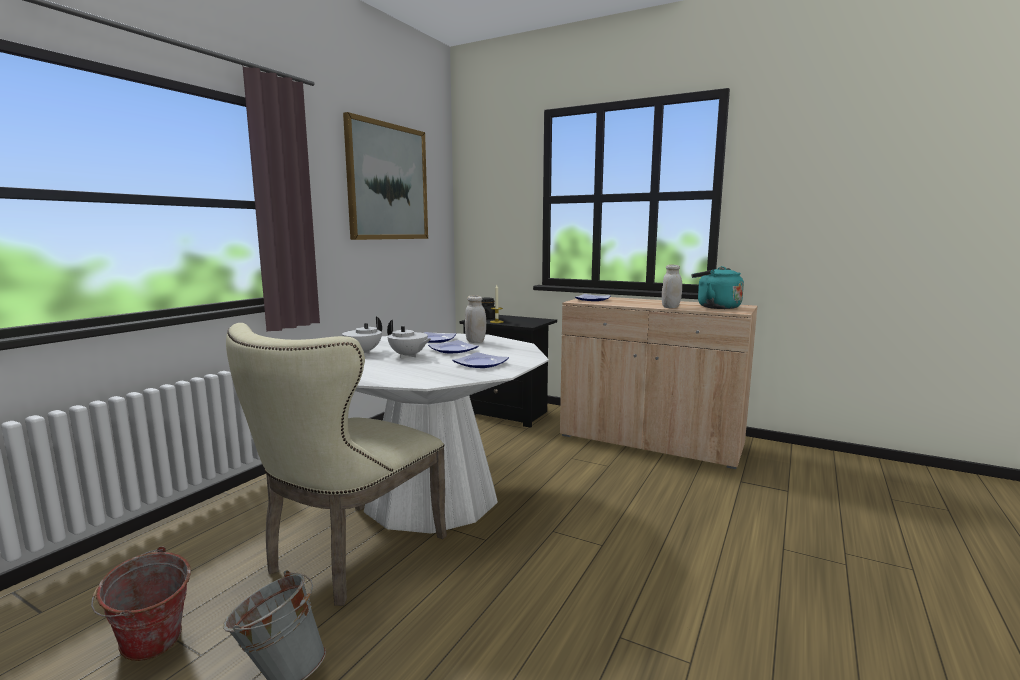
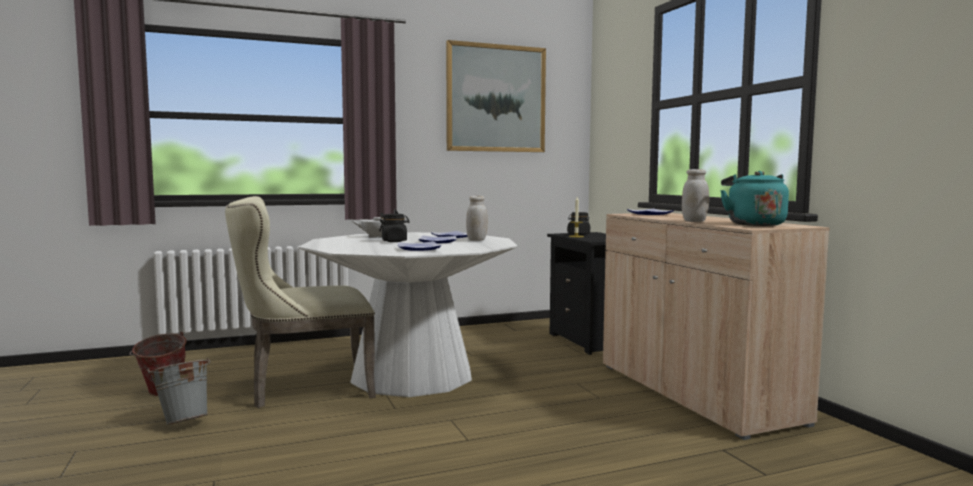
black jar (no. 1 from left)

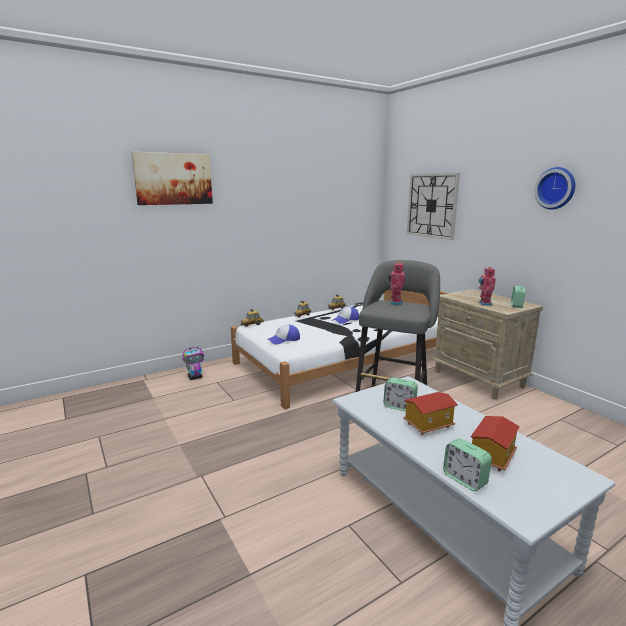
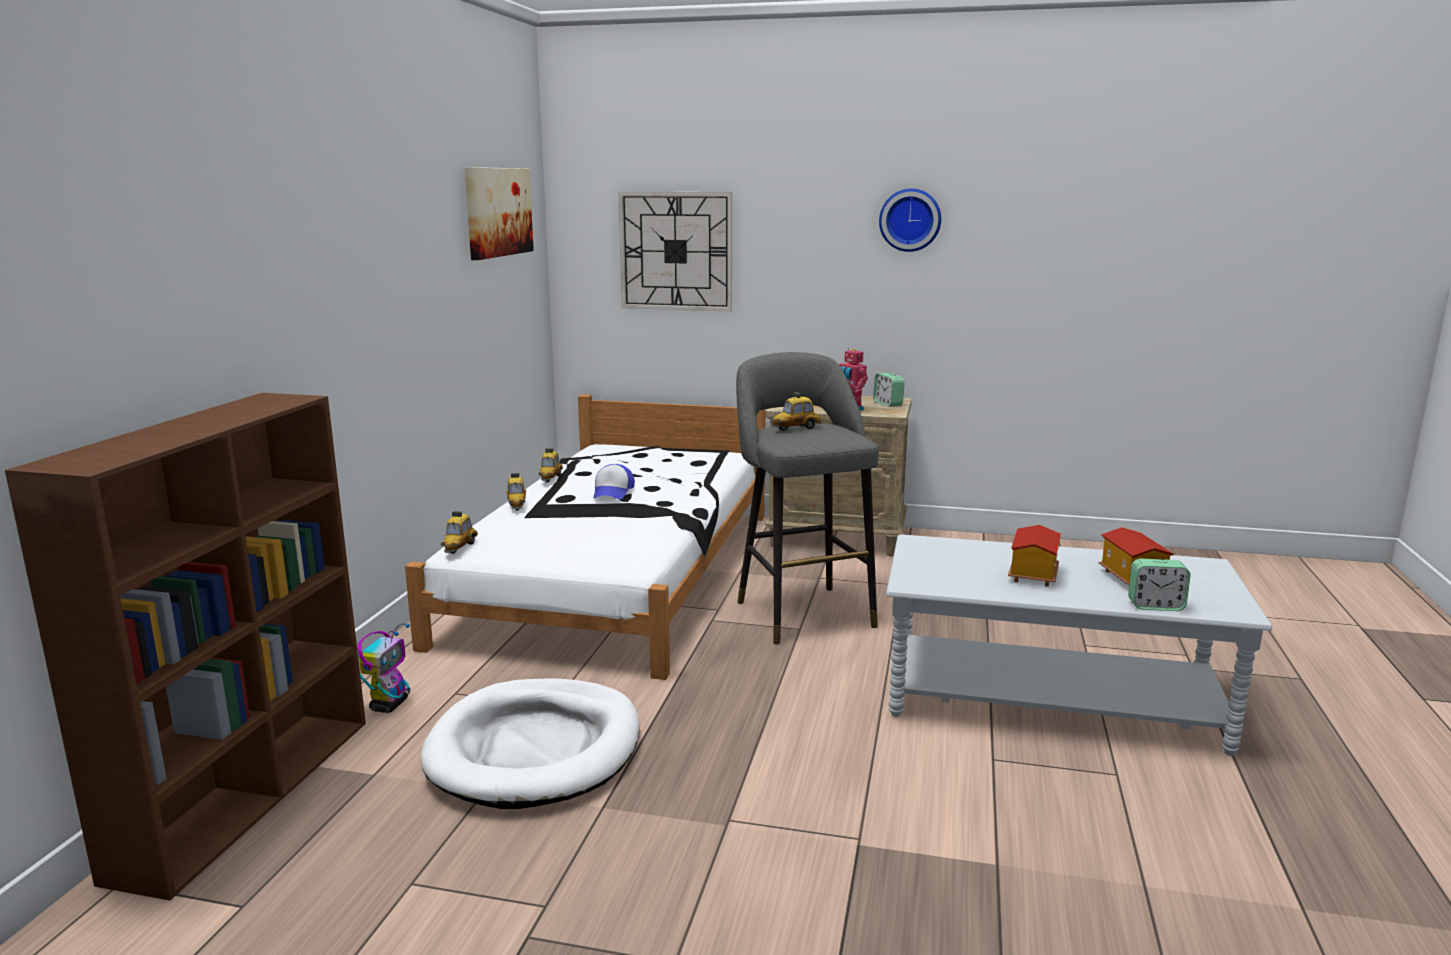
brownish bookshelf; white-coloured dog bed; picture; miniature car (no. 4 from left); cap (no. 1 from left in the first image); bedside clock (no. 1 from left in the first image)

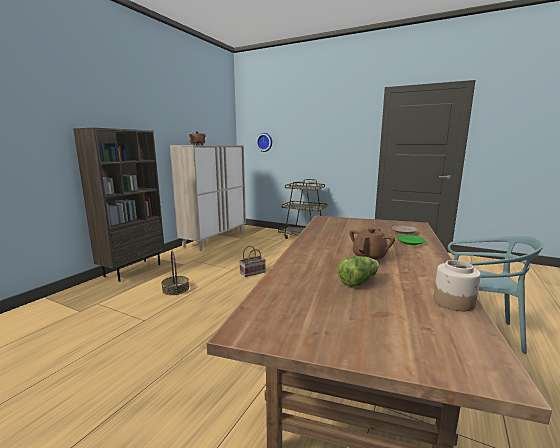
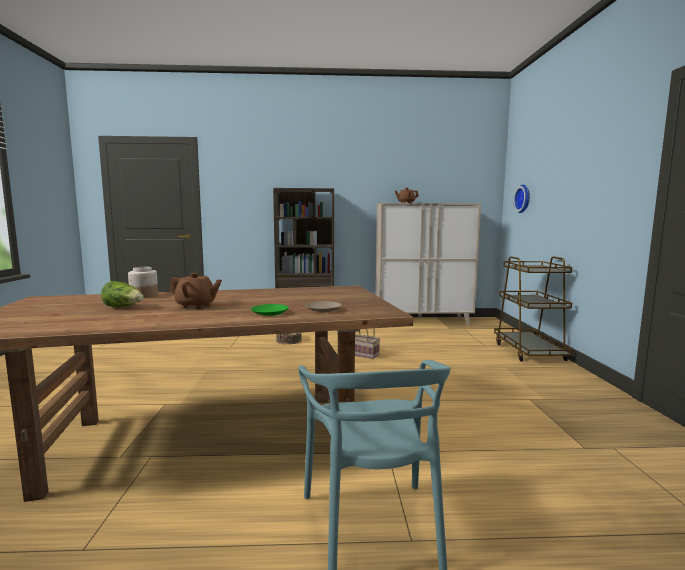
jar

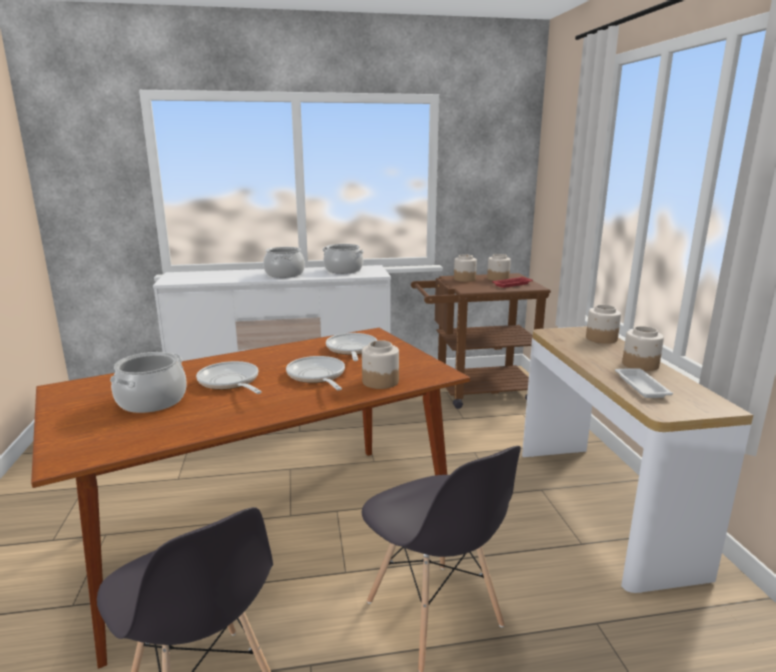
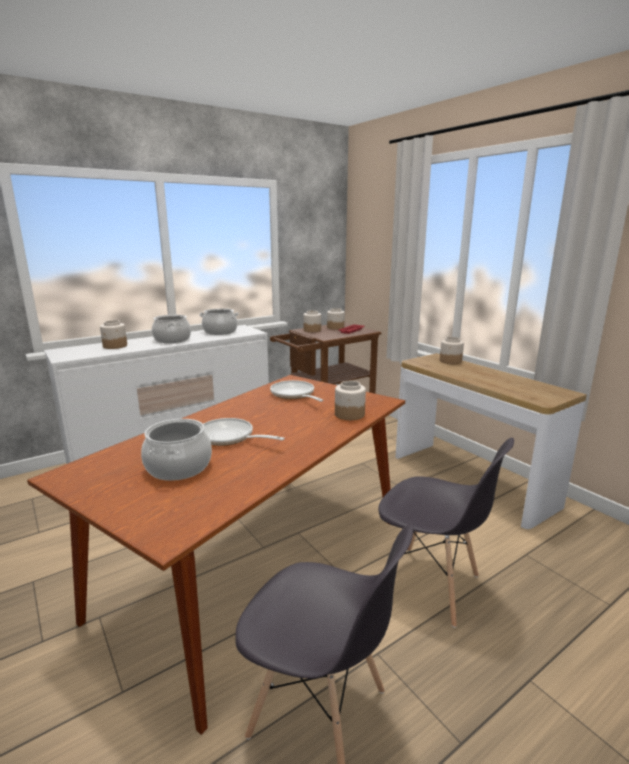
jar (no. 1 from left); pan (no. 2 from left in the first image); white-coloured carrying tray

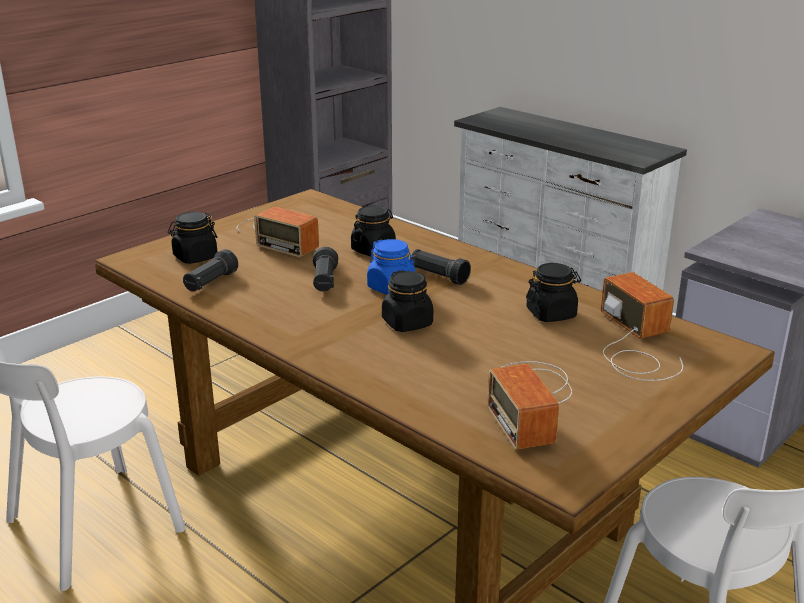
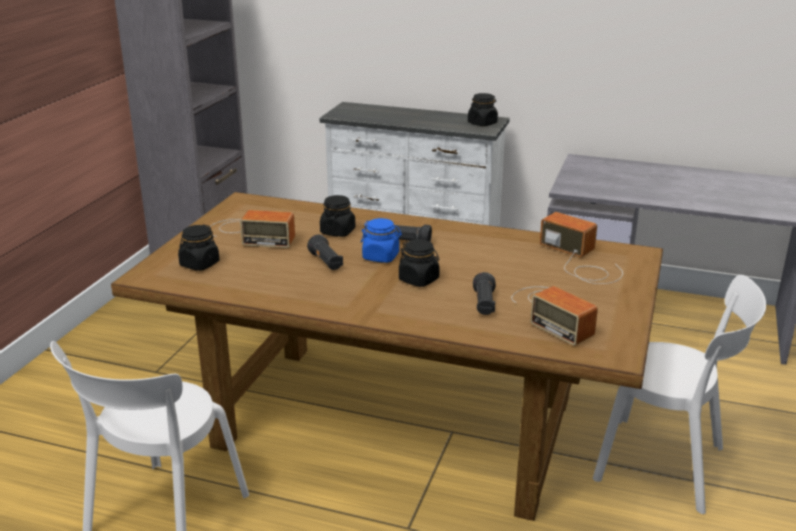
black jar (no. 4 from left); black torch (no. 3 from left)

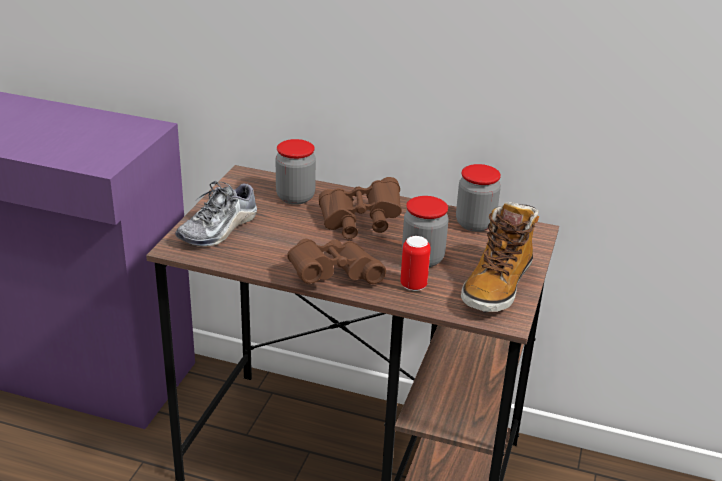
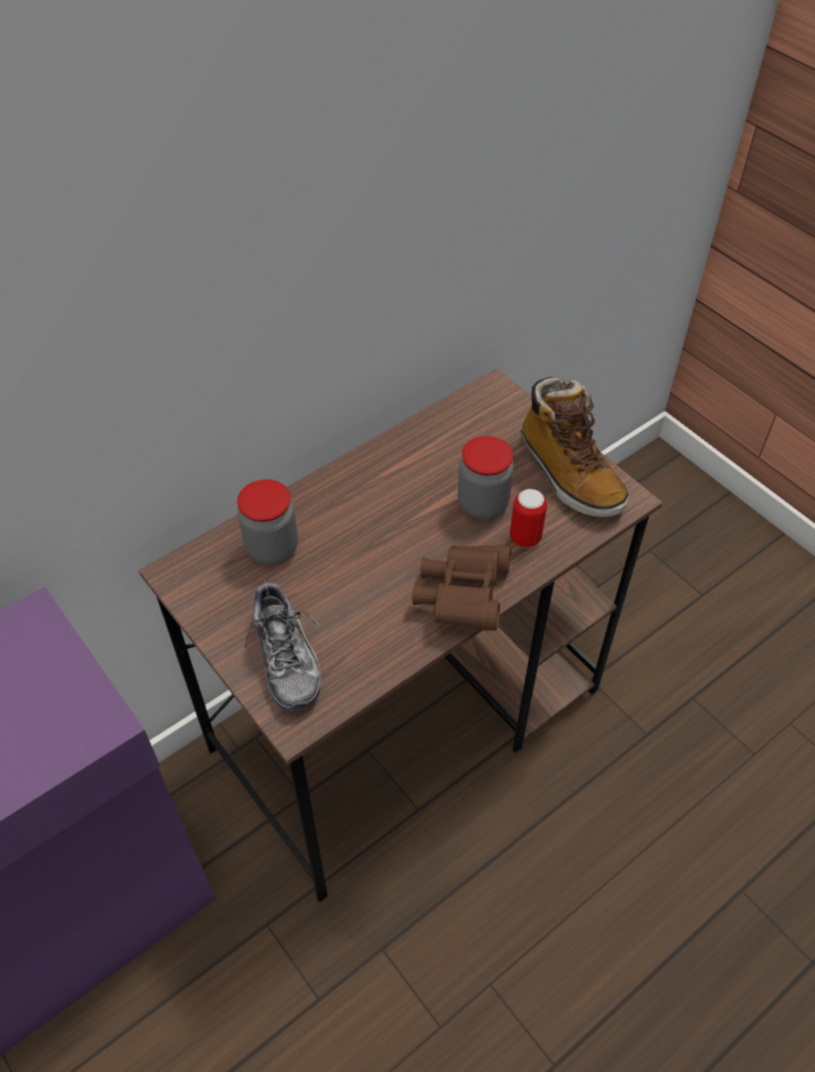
brownish pair of binoculars (no. 2 from left in the first image); jar (no. 3 from left in the first image)

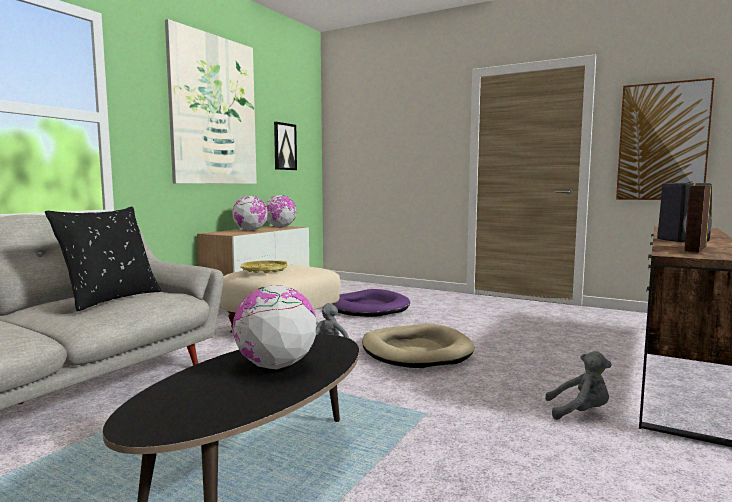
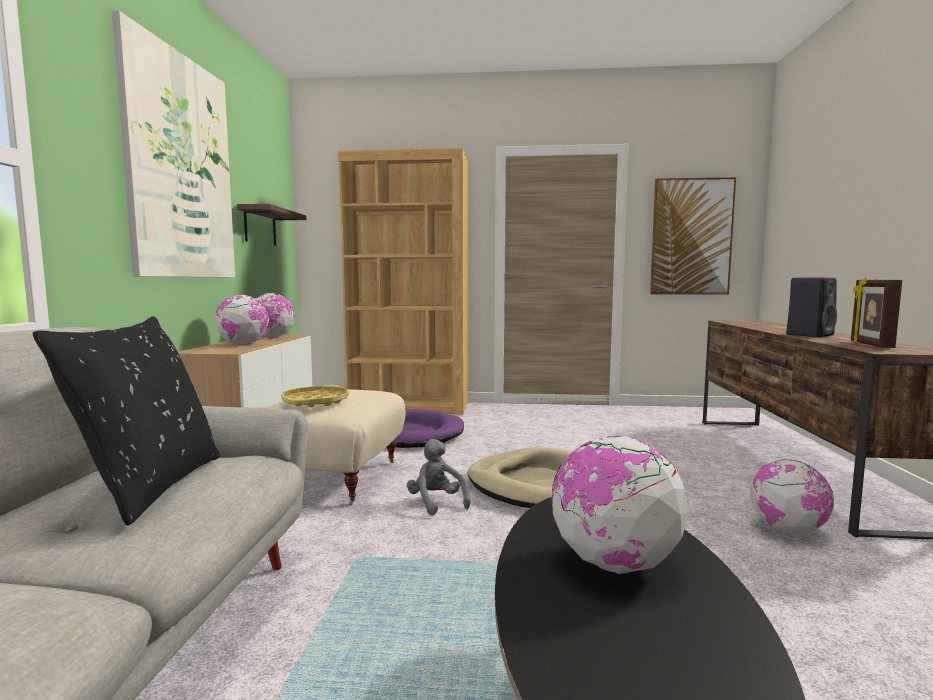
bracket shelf; brownish bookshelf; world globe (no. 4 from left)

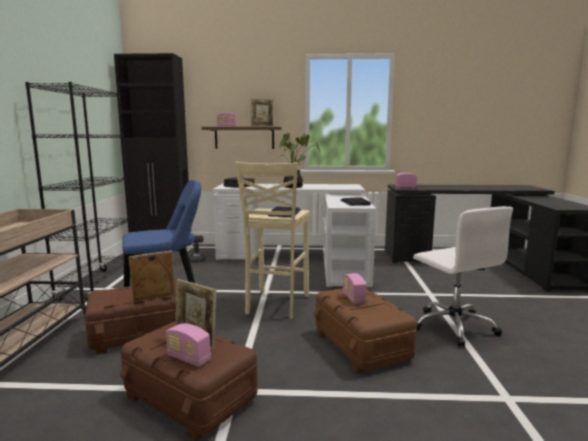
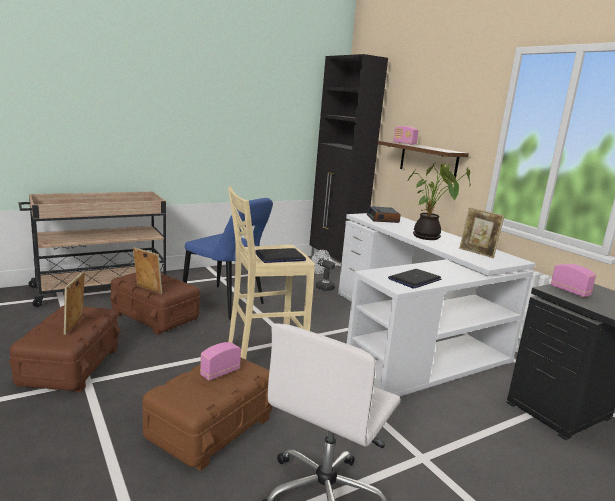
picture frame (no. 3 from left); black bookshelf; radio set (no. 1 from left in the first image)

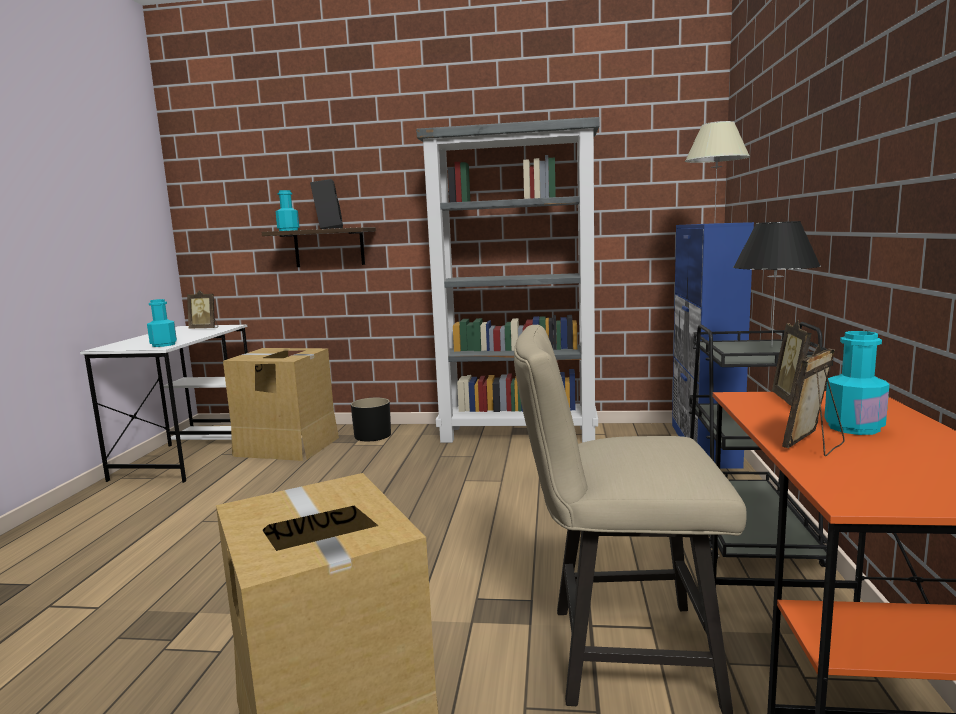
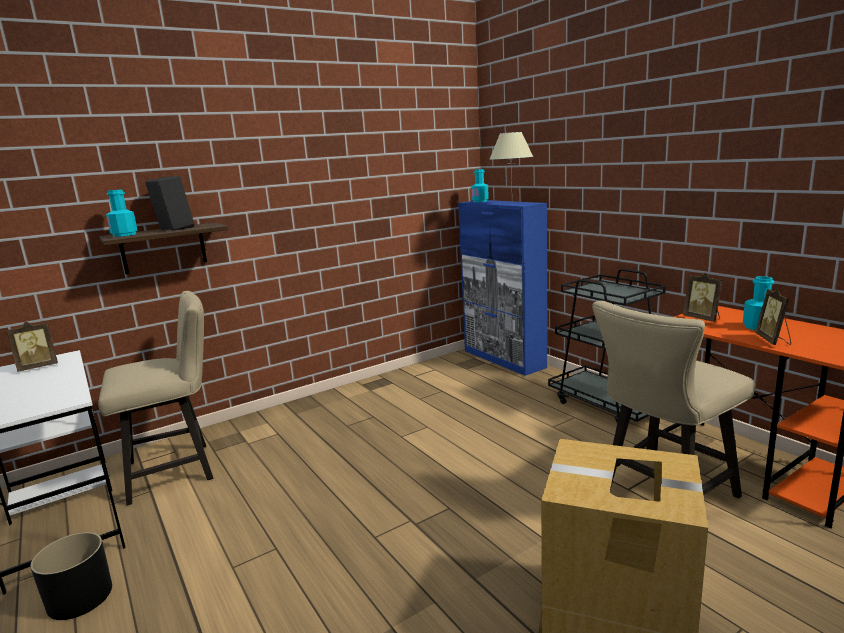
black plant pot; beige-coloured plain chair (no. 1 from left); turquoise drink bottle (no. 2 from left); greyish bookshelf; black tabletop lamp

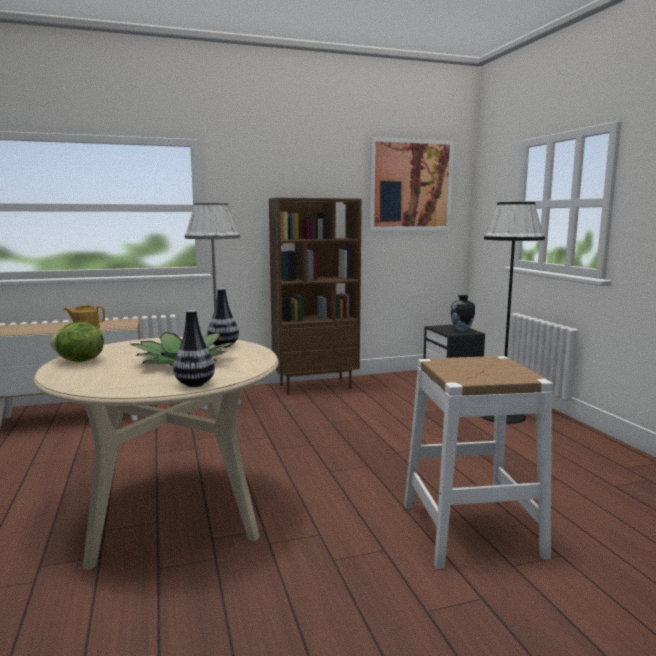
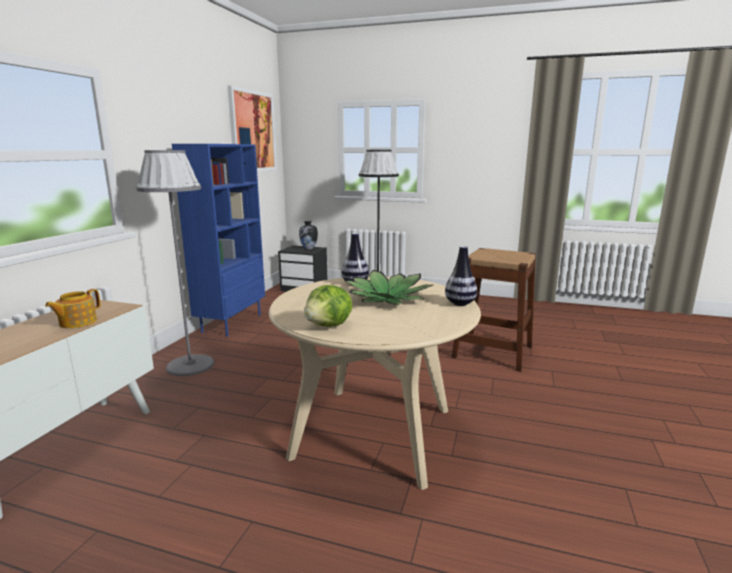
blue-coloured bookshelf; brownish stool seat

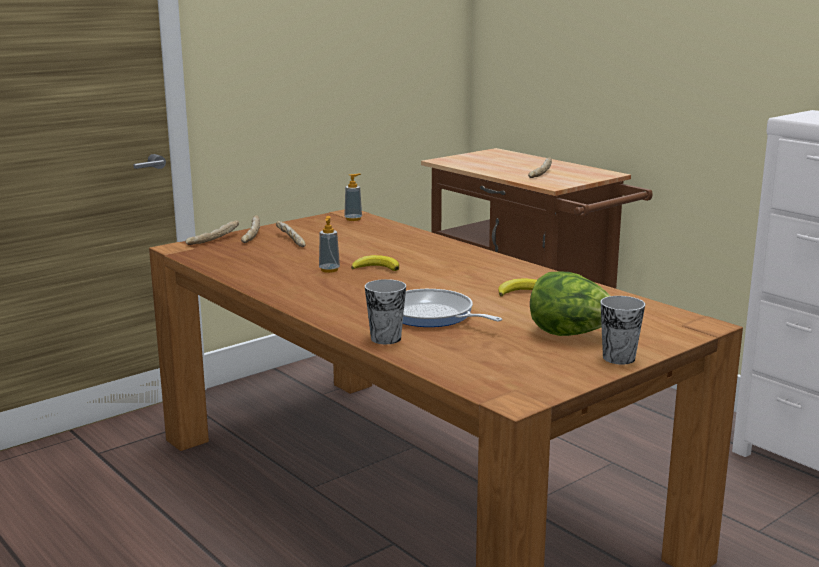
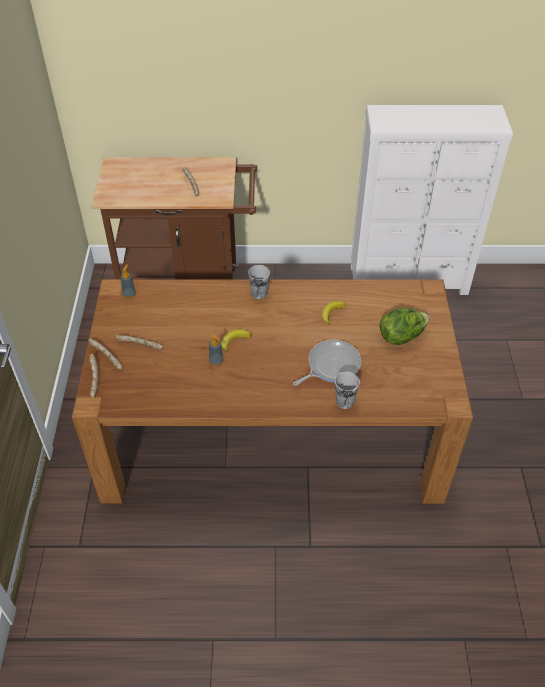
small cup (no. 1 from left); pan

